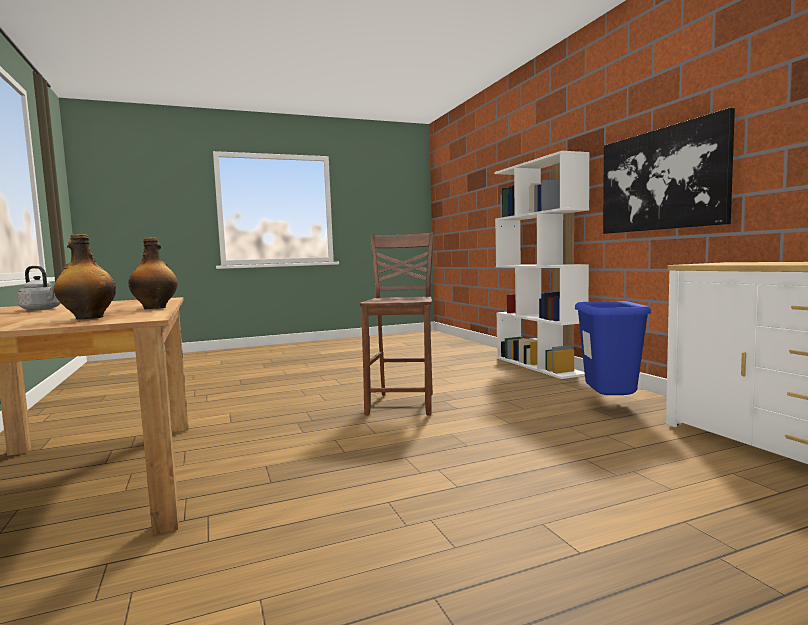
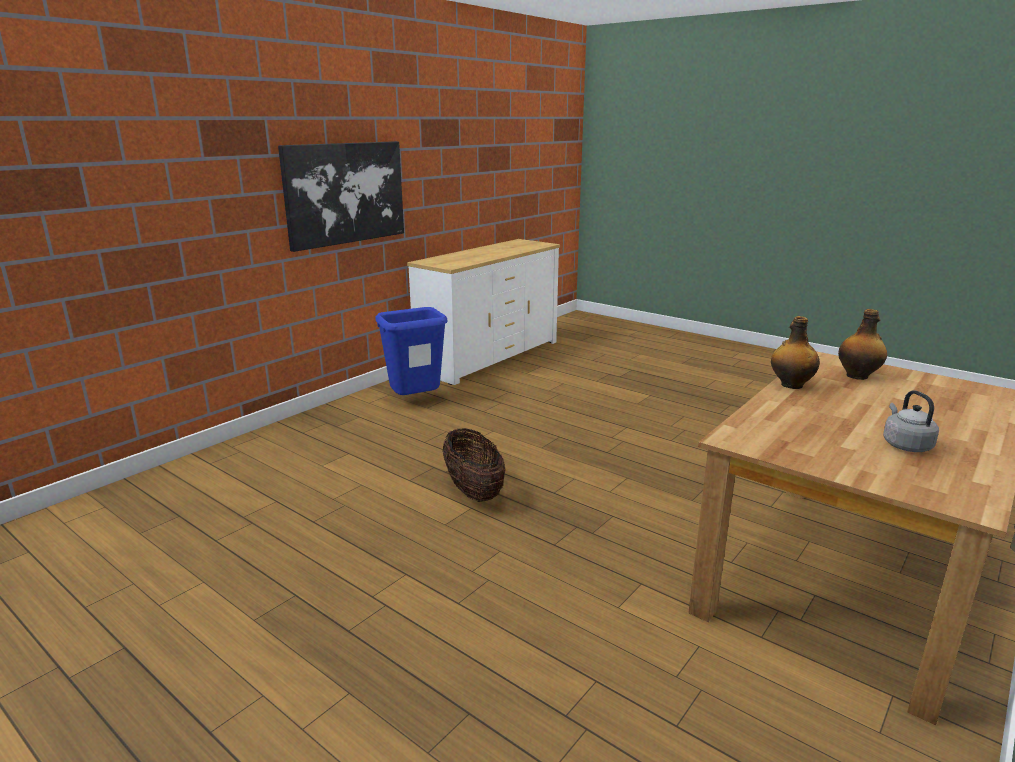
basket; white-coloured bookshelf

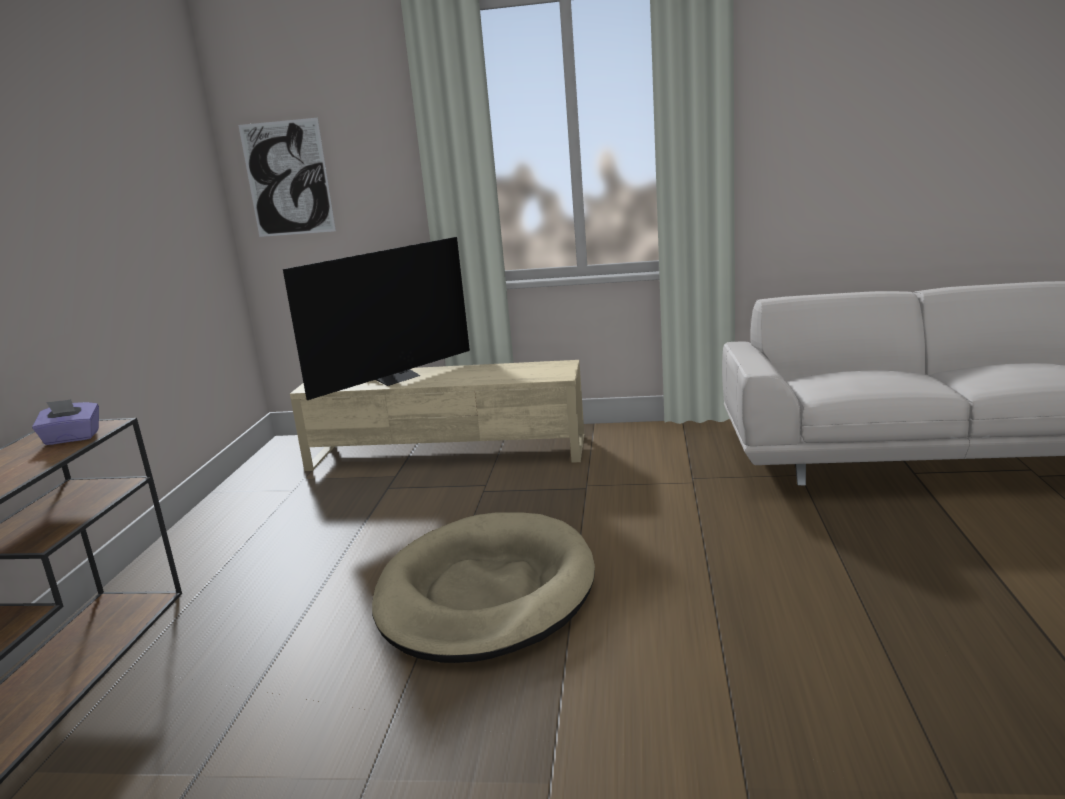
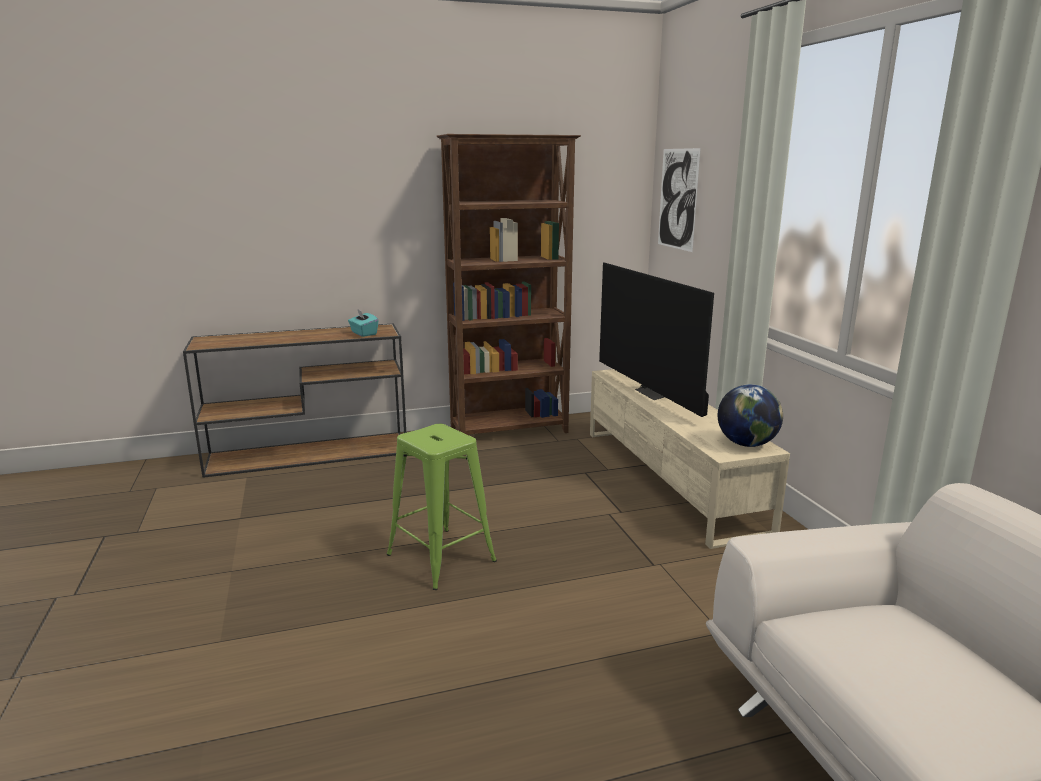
turquoise tissue holder; greenish stool seat; brownish bookshelf; television; world globe

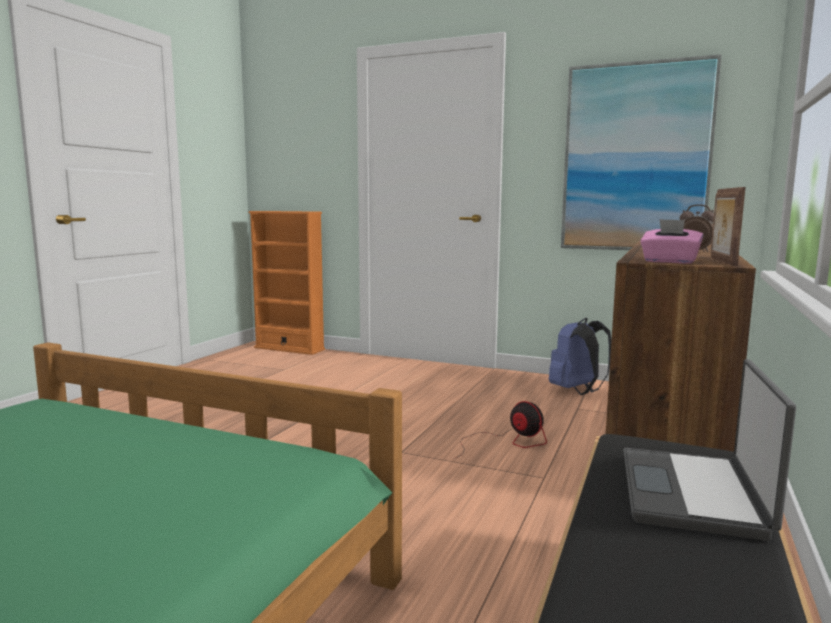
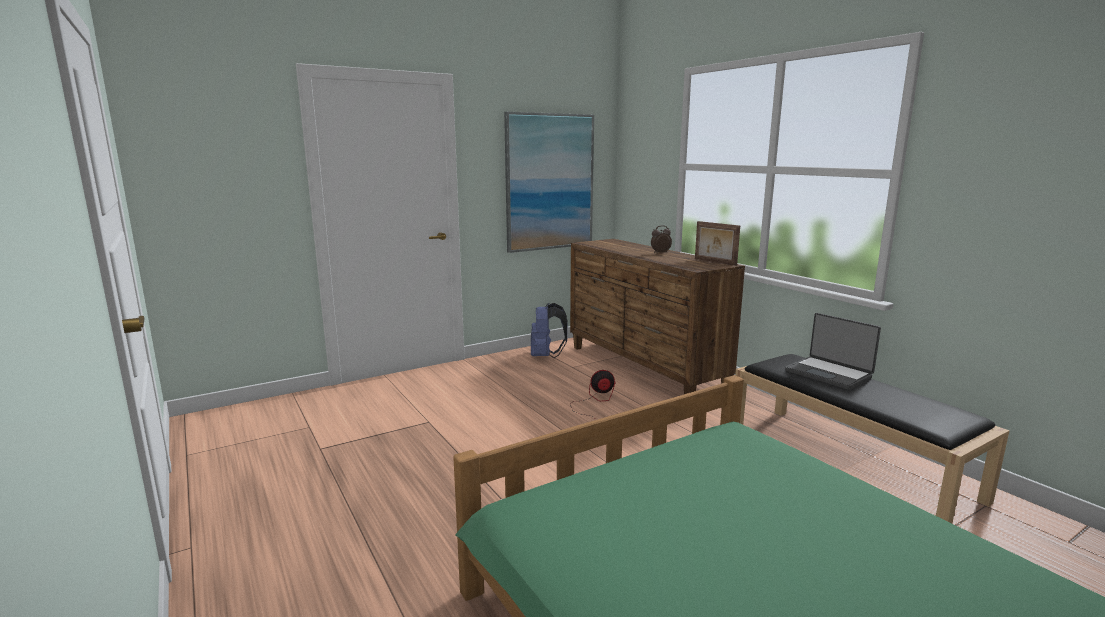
orange-coloured bookshelf; pink tissue holder

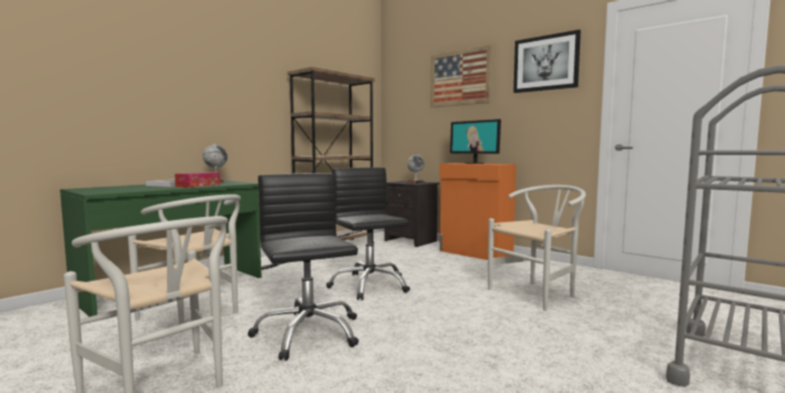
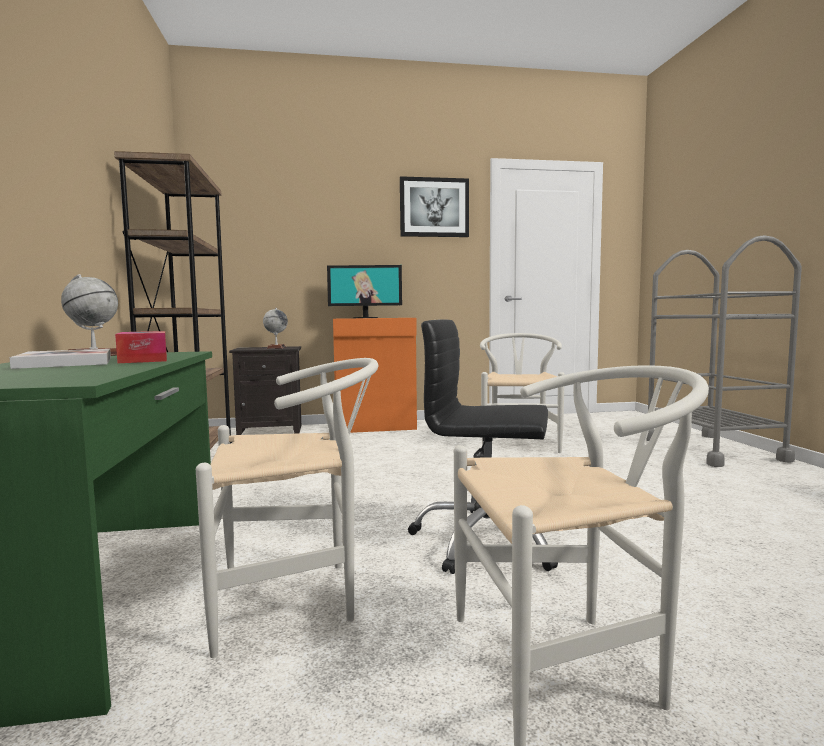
black computer chair (no. 2 from left in the first image); picture (no. 1 from left in the first image)

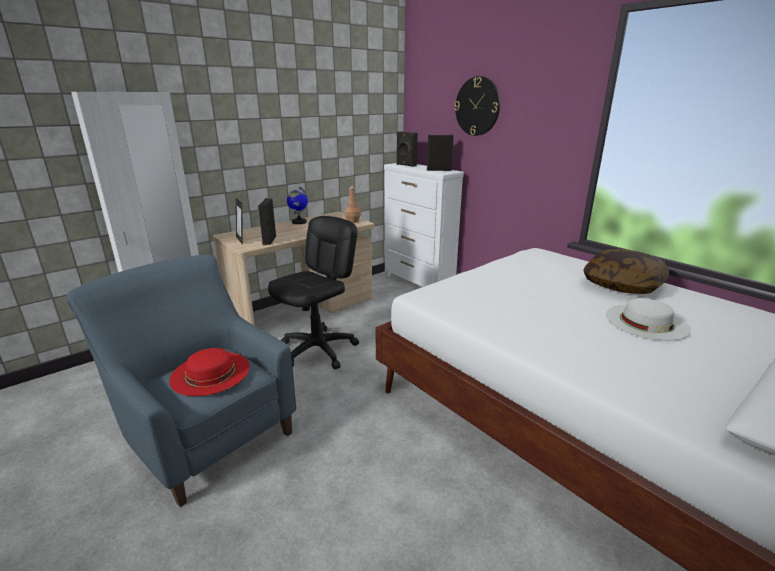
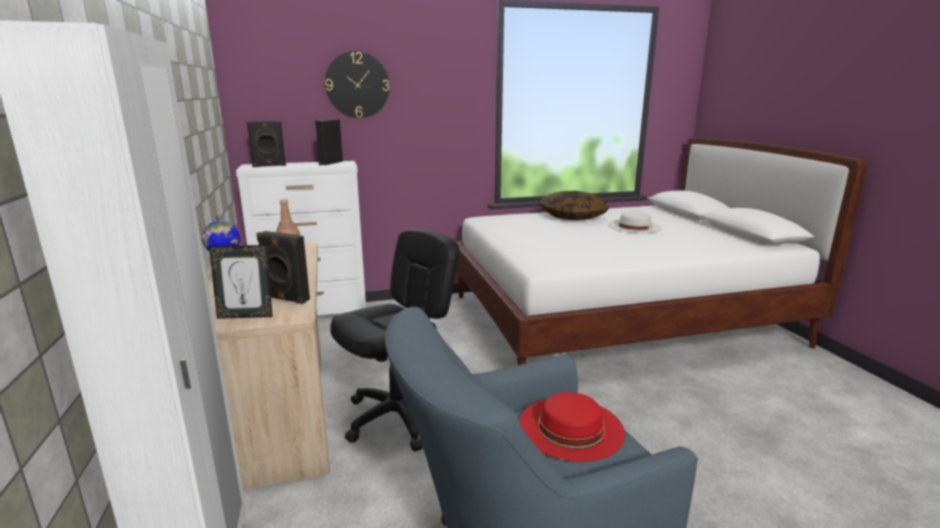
black computer chair

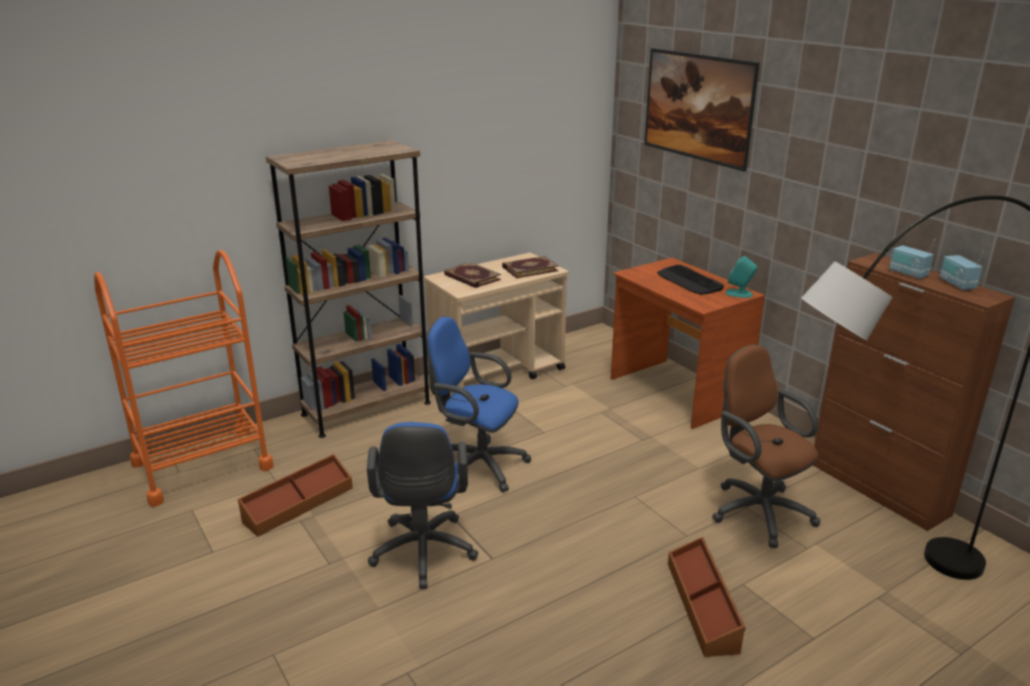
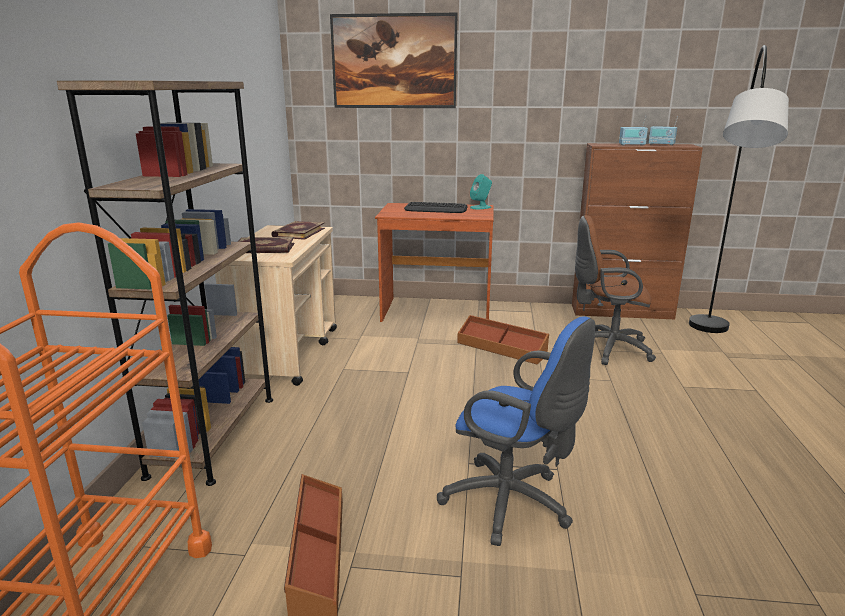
brownish storage box (no. 2 from left); blue-coloured computer chair (no. 2 from left in the first image)

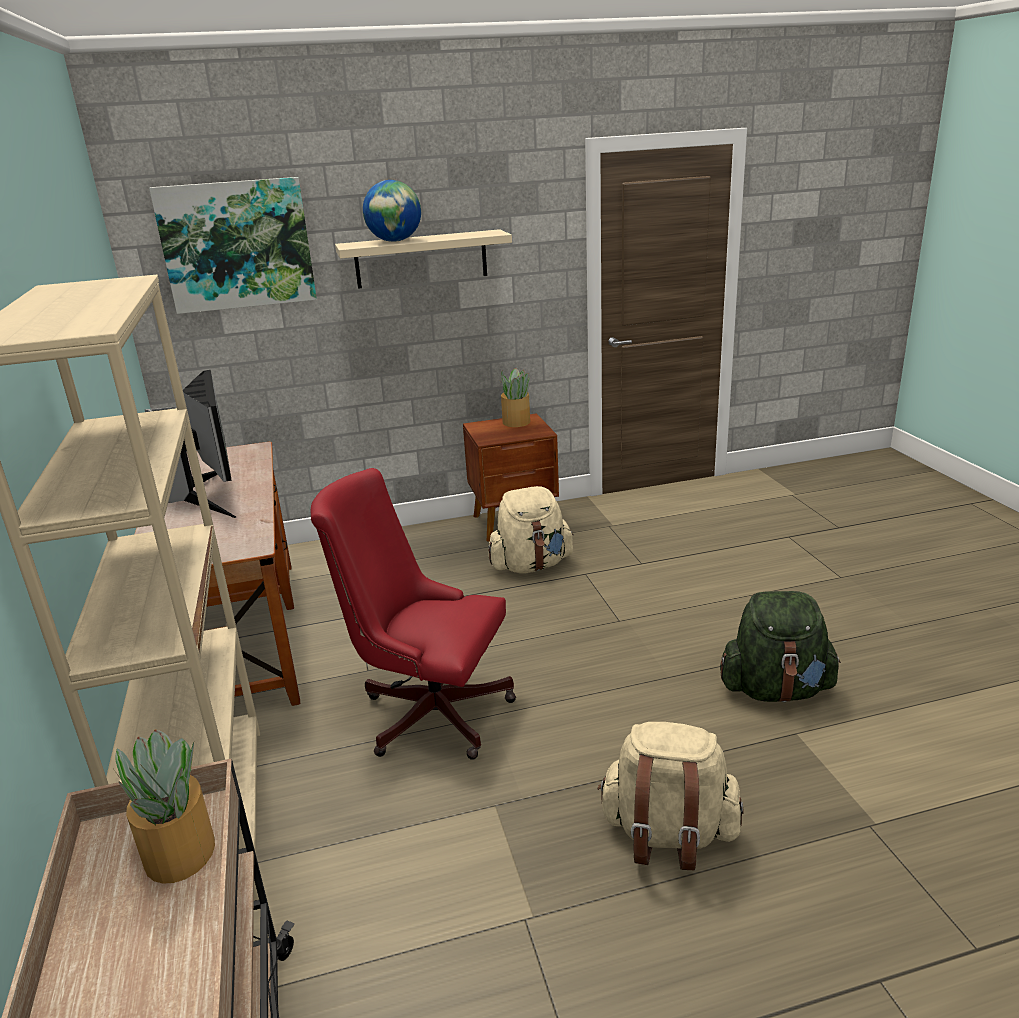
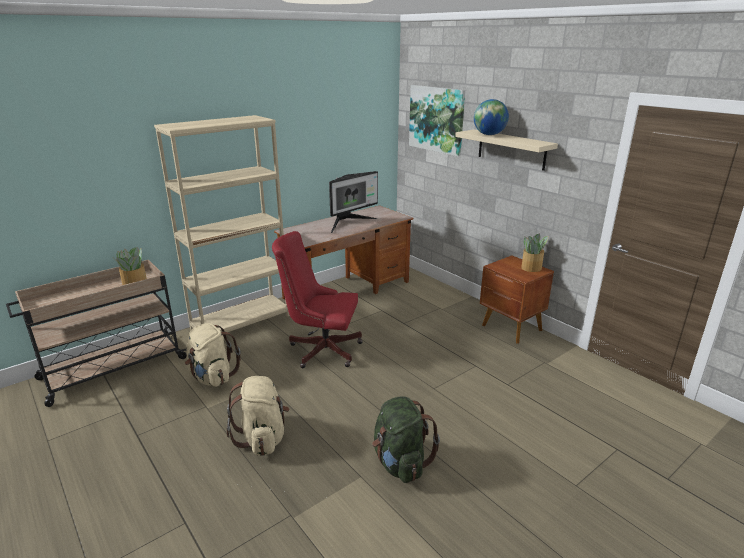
beige-coloured rucksack (no. 1 from left); red-coloured computer chair

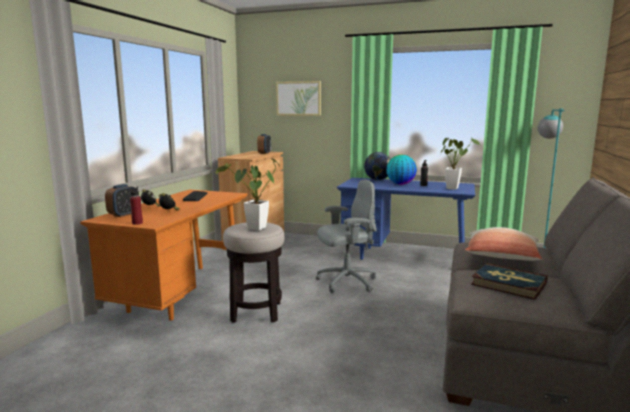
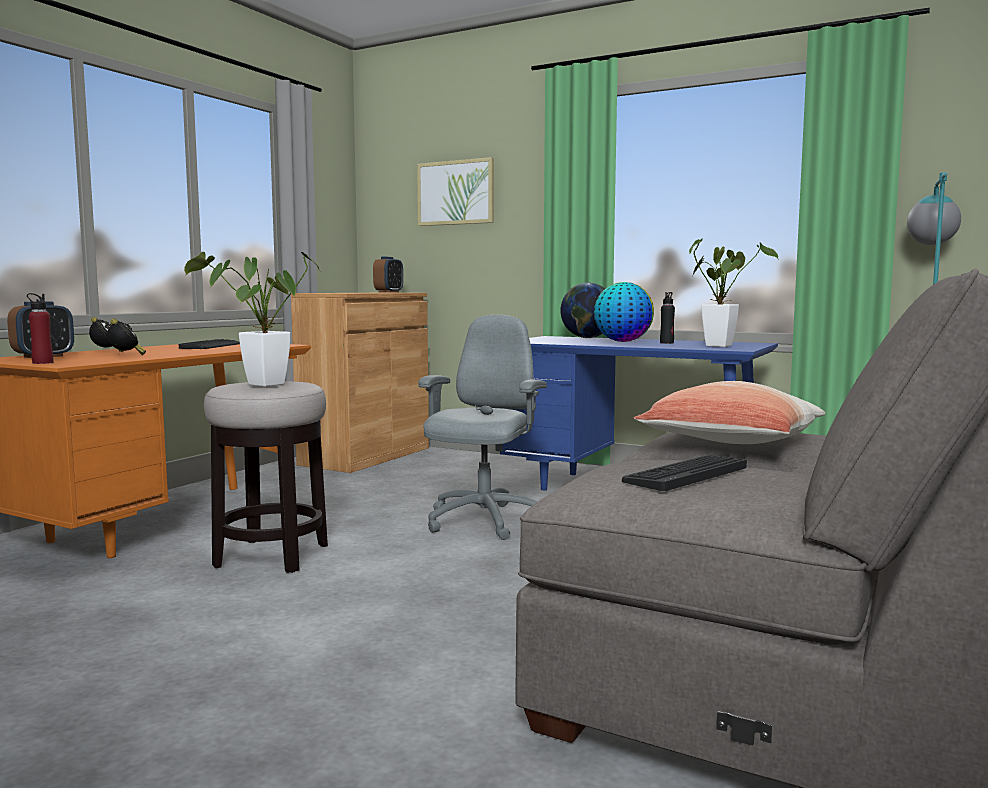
greyish computer chair; keyboard (no. 2 from left)

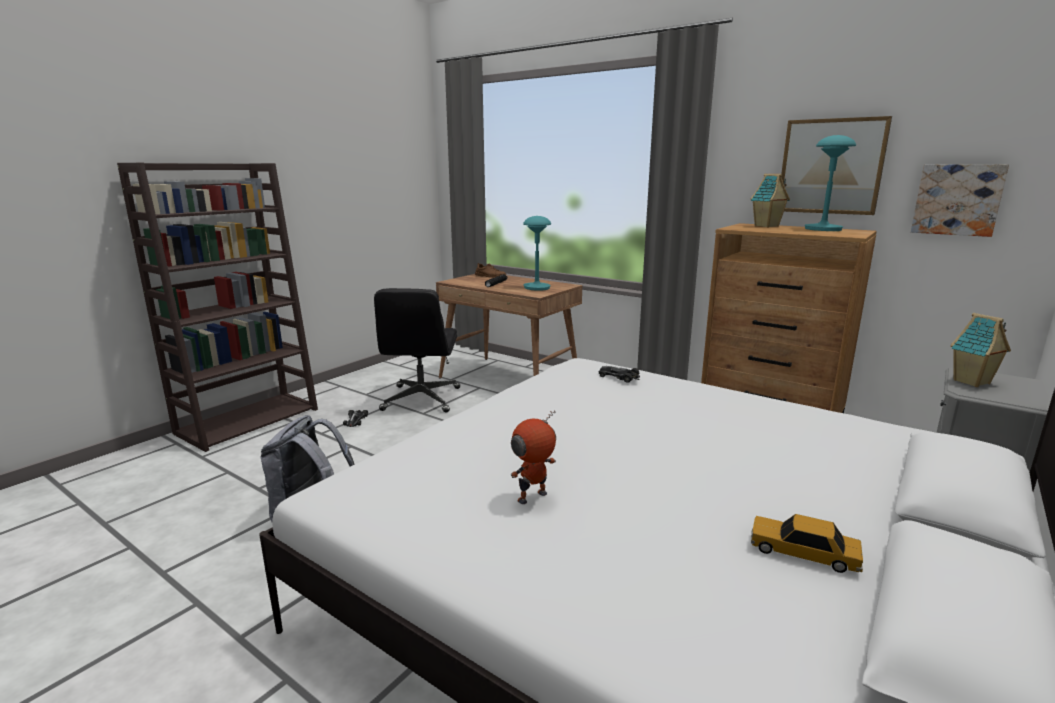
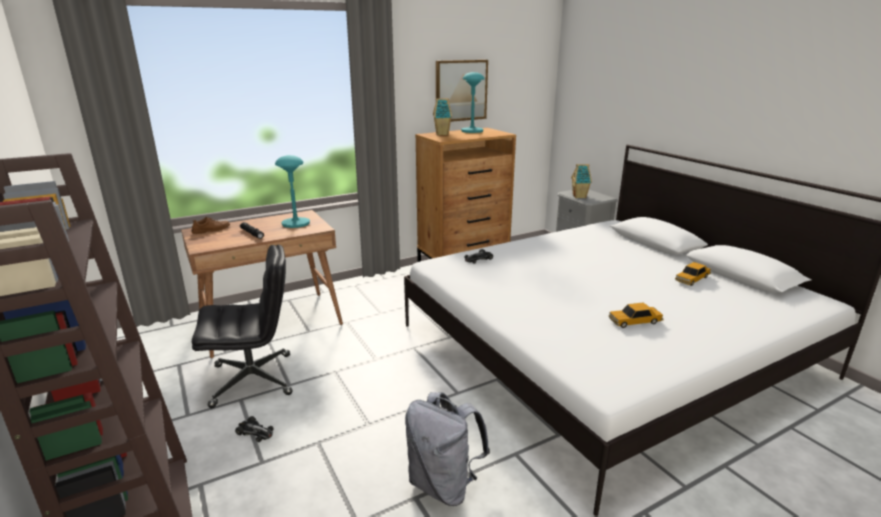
black computer chair; miniature car (no. 3 from left); picture (no. 2 from left in the first image)

